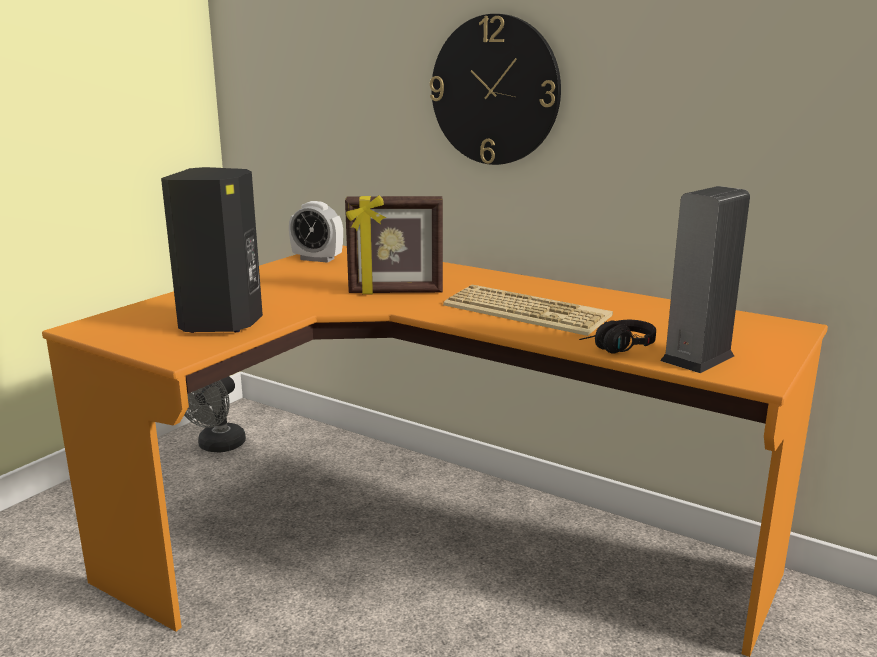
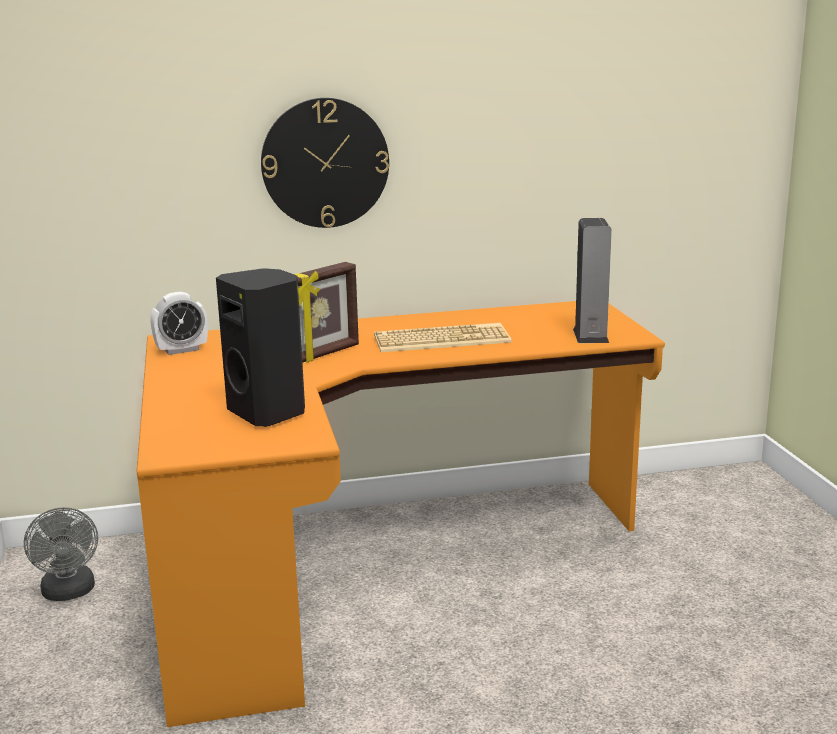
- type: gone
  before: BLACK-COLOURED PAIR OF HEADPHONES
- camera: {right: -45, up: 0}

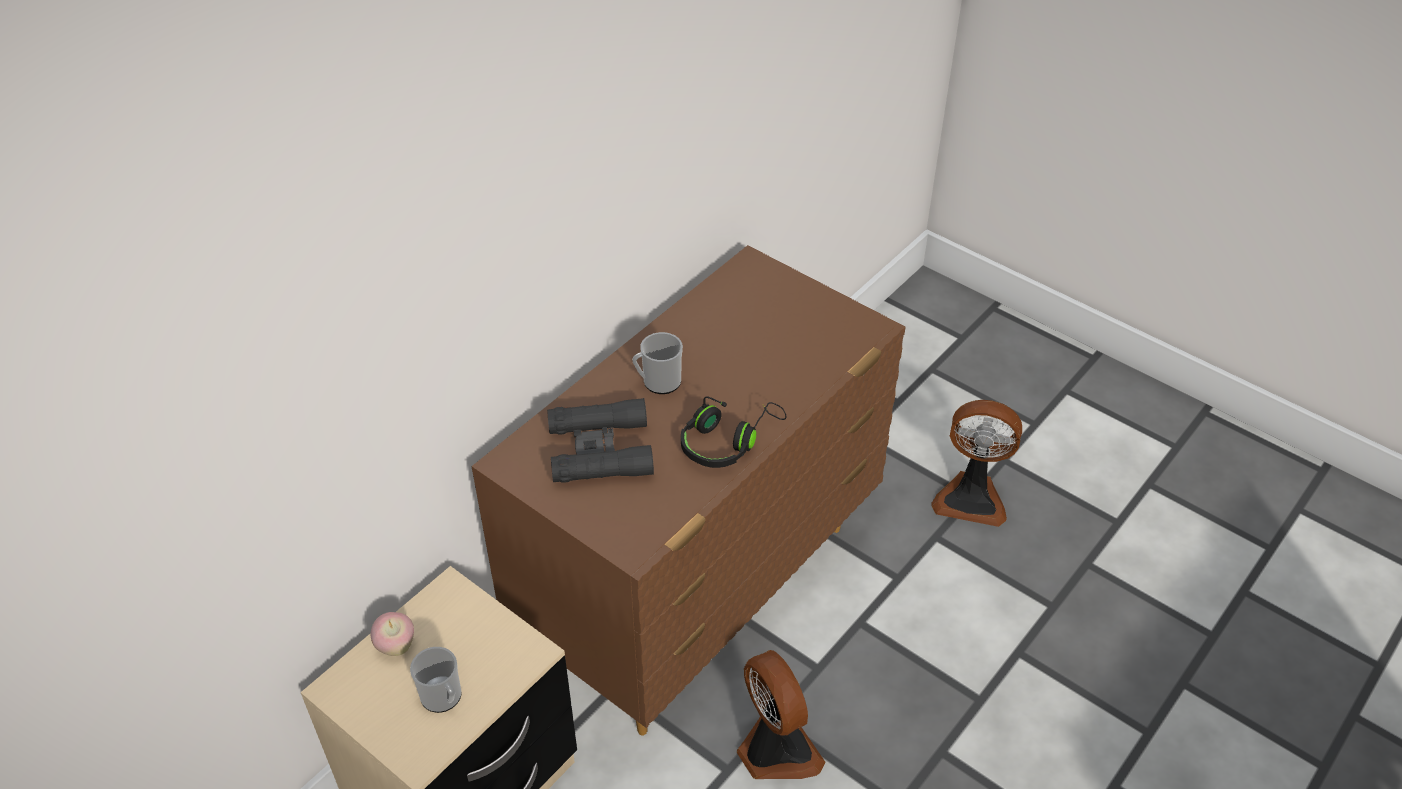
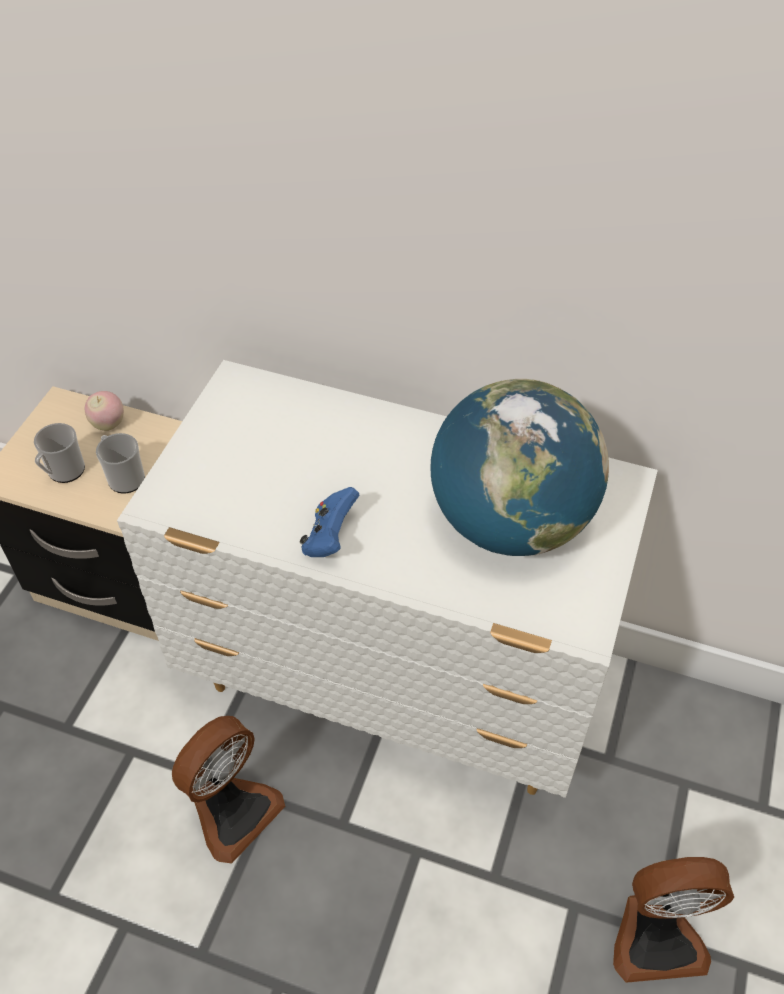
- type: repainted
  before: BROWNISH DRAWER CHEST
  after: WHITISH DRAWER CHEST
- type: gone
  before: BLACK-COLOURED FIELD GLASSES
- type: shifted
  before: COFFEE MUG (no. 2 from left)
- type: swapped
  before: BLACK-COLOURED PAIR OF HEADPHONES
  after: BLUISH GAME CONTROLLER
- type: rotated
  before: COOLING FAN (no. 2 from left)
  turn: -90
- type: new
  after: WORLD GLOBE
- camera: {right: 70, up: 5}

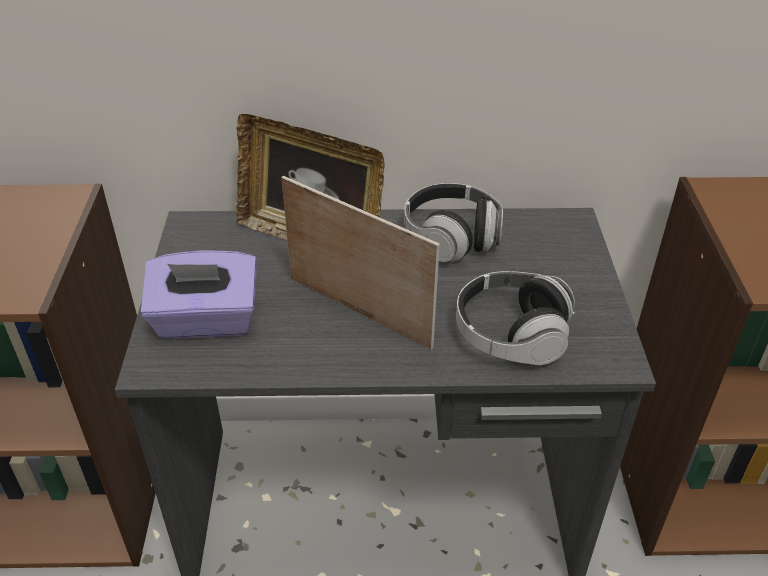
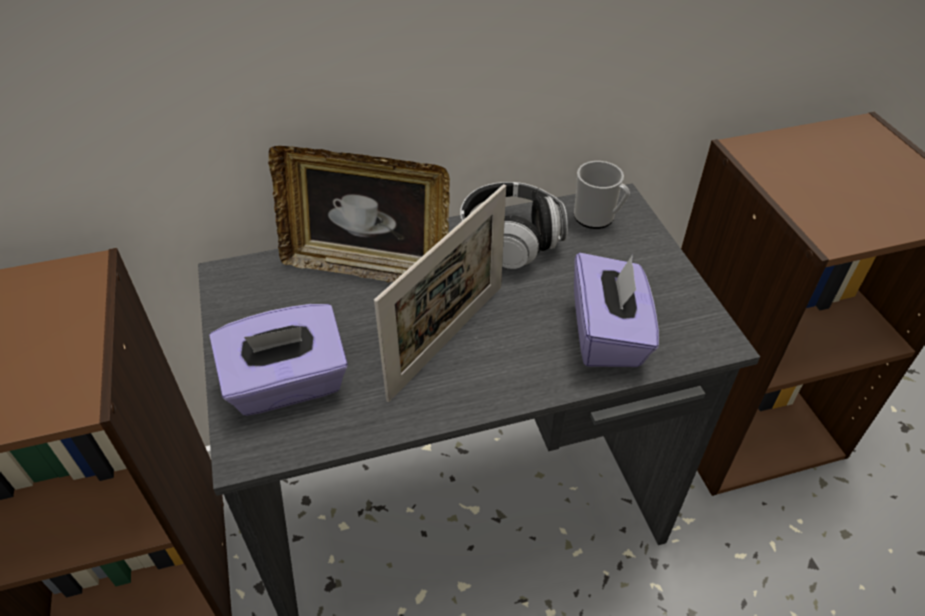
- type: rotated
  before: PICTURE FRAME (no. 2 from left)
  turn: 105
- type: swapped
  before: PAIR OF HEADPHONES (no. 2 from left)
  after: PURPLE-COLOURED TISSUE HOLDER (no. 2 from left)
- type: new
  after: COFFEE MUG
- camera: {right: -15, up: 5}

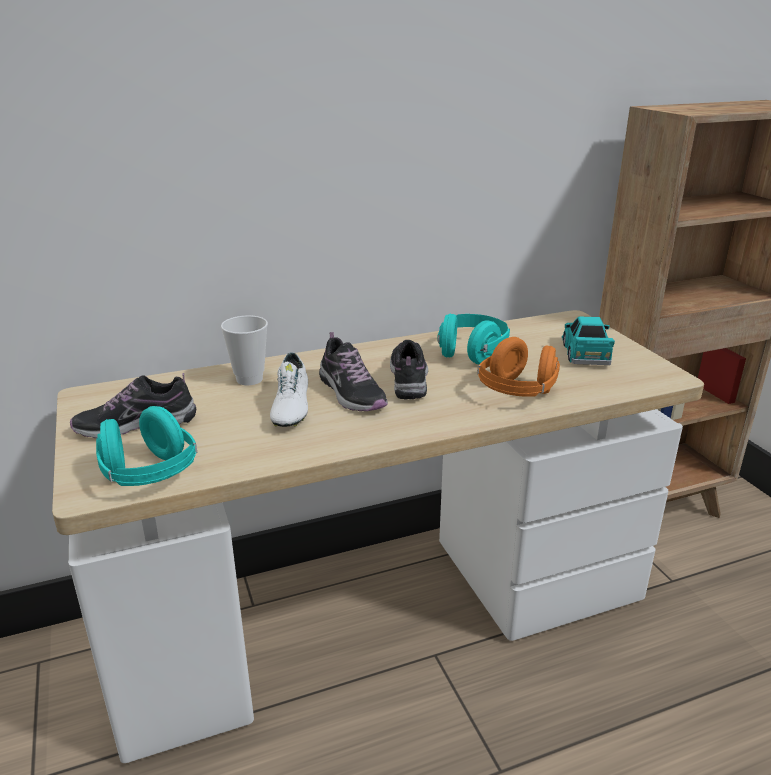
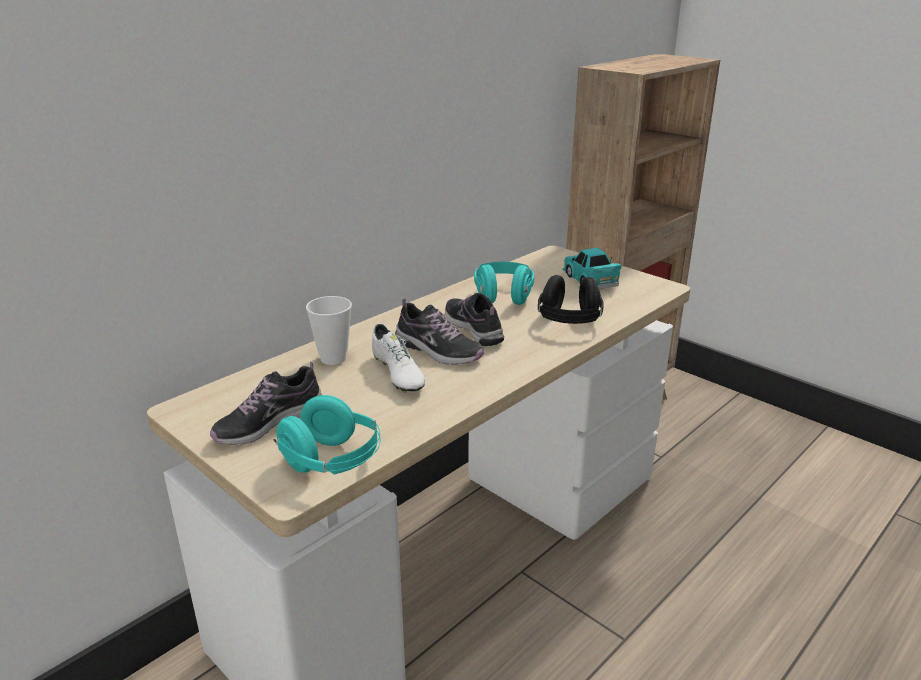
- type: repainted
  before: ORANGE PAIR OF HEADPHONES
  after: BLACK-COLOURED PAIR OF HEADPHONES
- camera: {right: -25, up: 0}

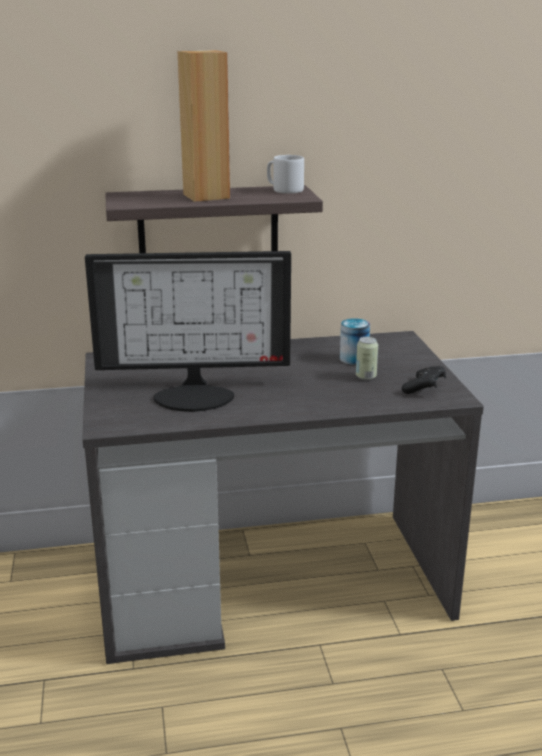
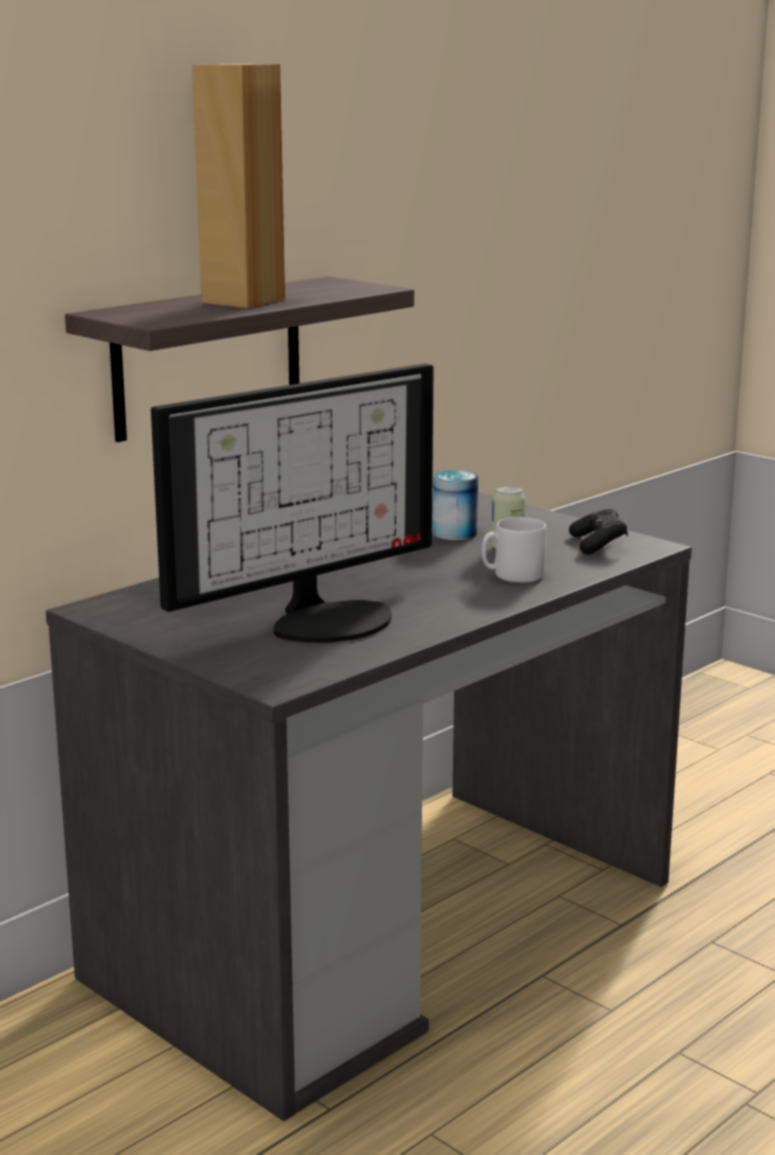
- type: shifted
  before: GREY COFFEE MUG
- camera: {right: -35, up: -5}

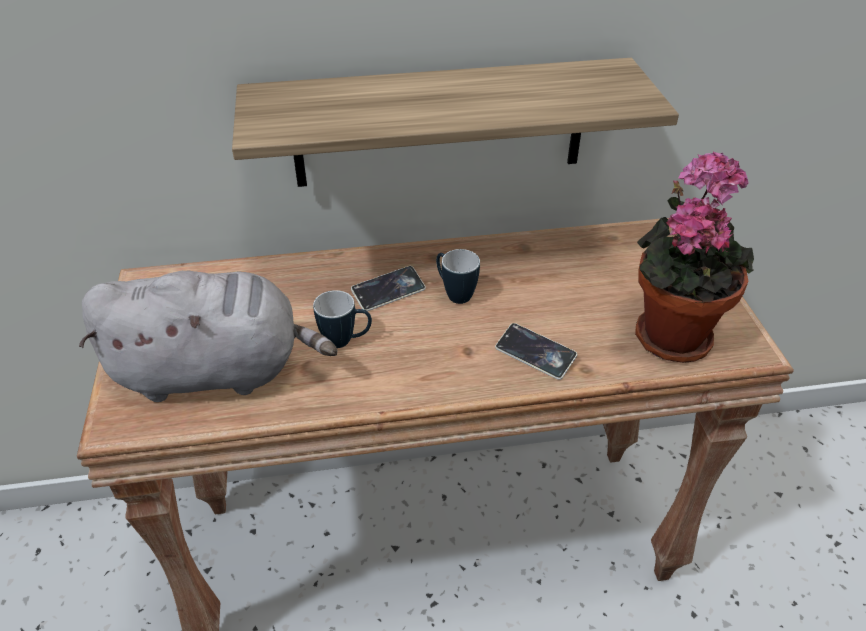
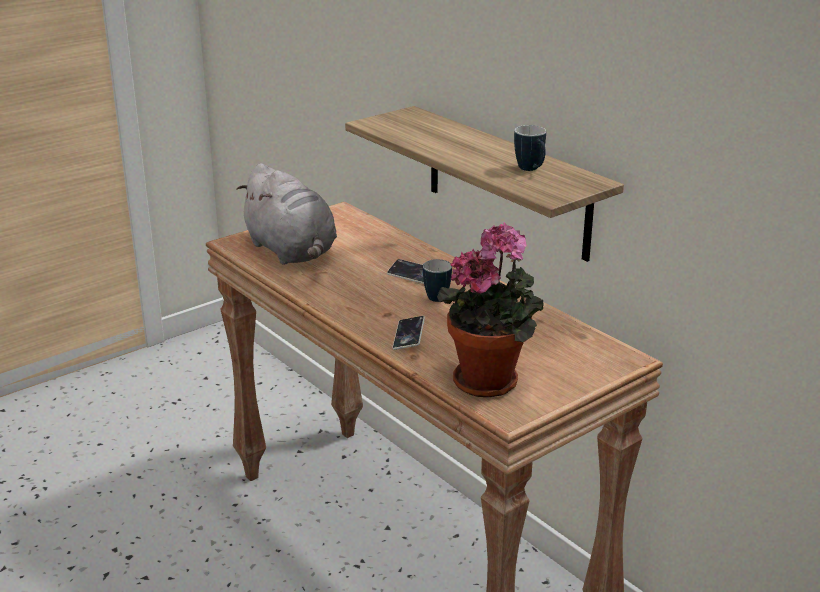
- type: shifted
  before: COFFEE MUG (no. 1 from left in the first image)
  after: COFFEE MUG (no. 2 from left)
- camera: {right: 60, up: -15}

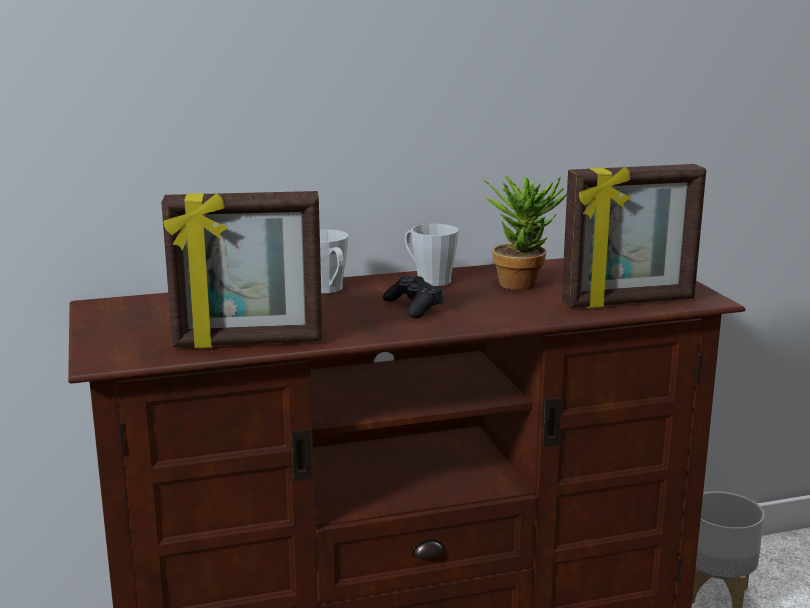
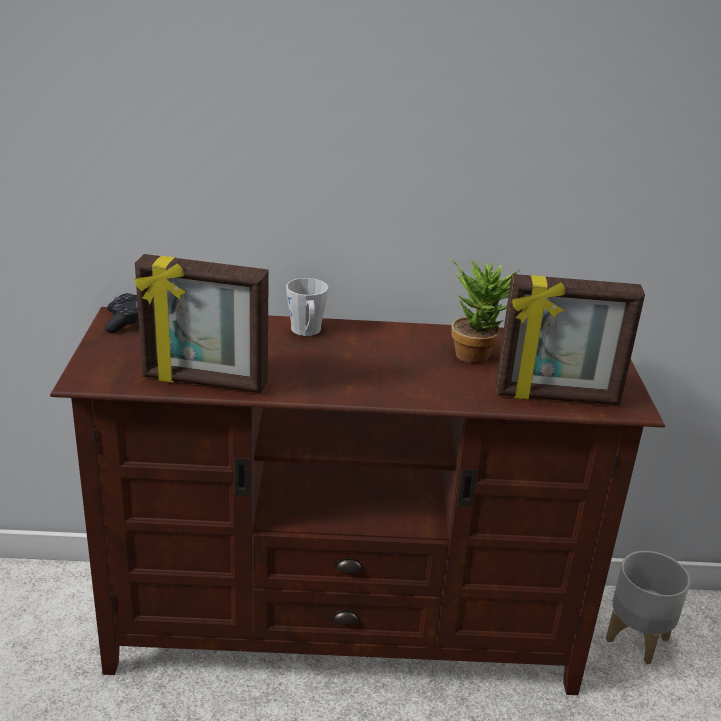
- type: shifted
  before: BLACK-COLOURED GAME CONTROLLER
- type: gone
  before: GREY COFFEE MUG (no. 2 from left)
- camera: {right: 15, up: 10}

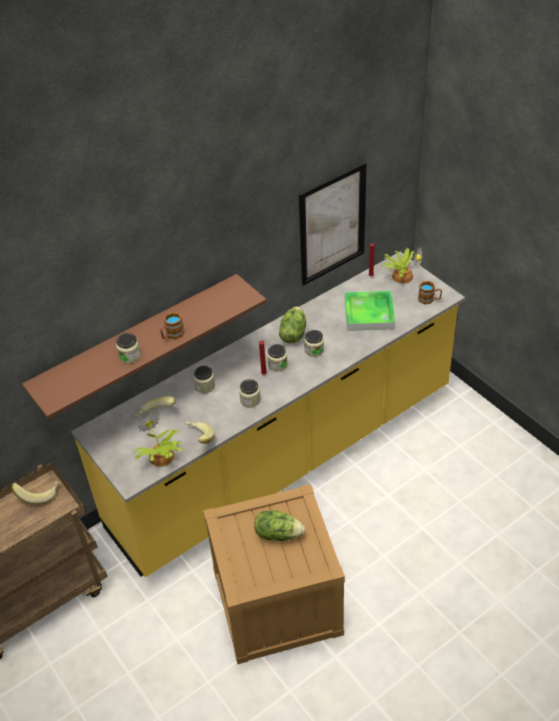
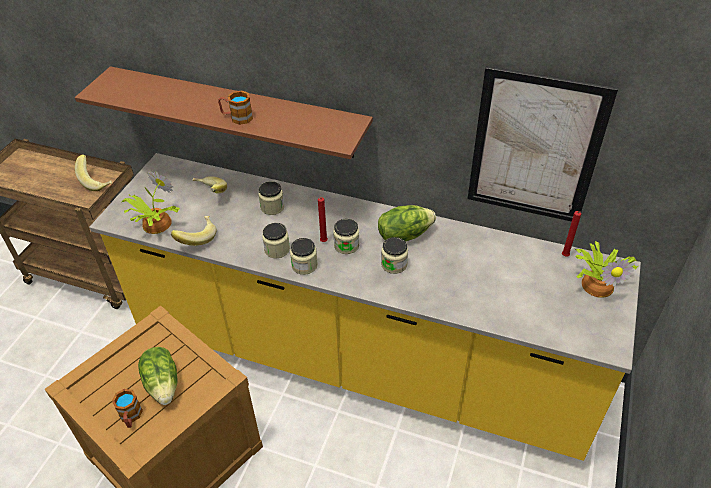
- type: shifted
  before: JAR (no. 1 from left in the first image)
  after: JAR (no. 3 from left)
- type: gone
  before: CARRYING TRAY
- type: shifted
  before: COFFEE MUG (no. 2 from left in the first image)
  after: COFFEE MUG (no. 1 from left)
- camera: {right: 55, up: 0}

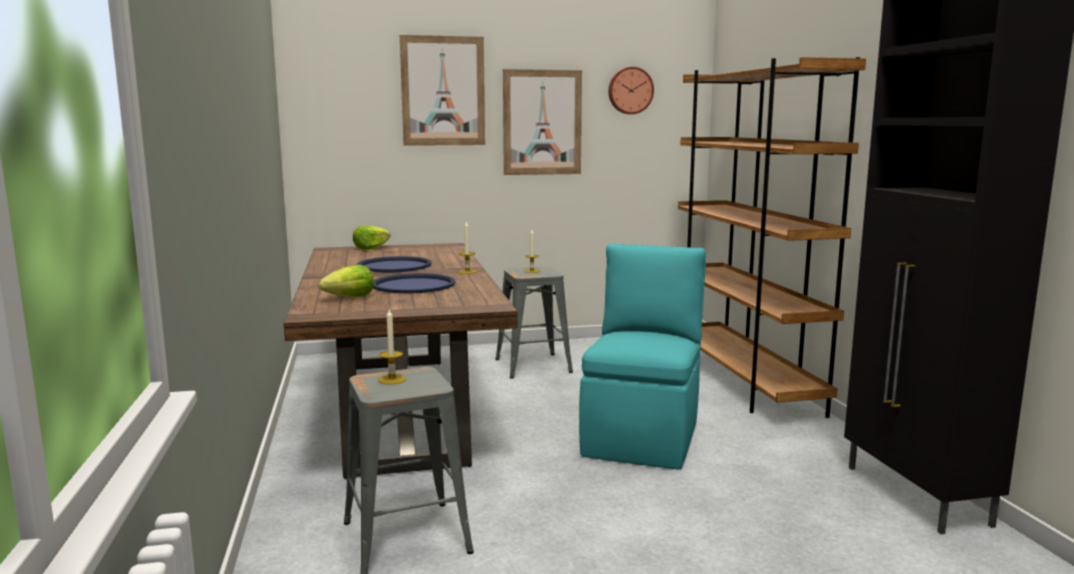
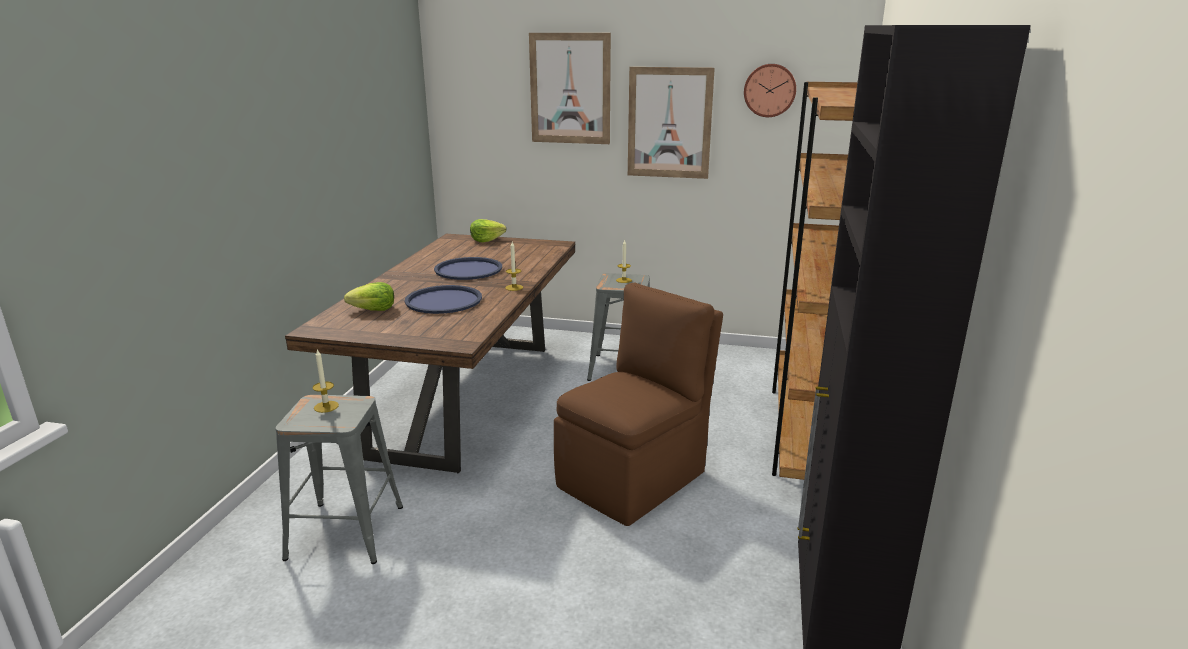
- type: repainted
  before: BLUE-GREEN PLAIN CHAIR
  after: BROWNISH PLAIN CHAIR
- camera: {right: 25, up: 10}

